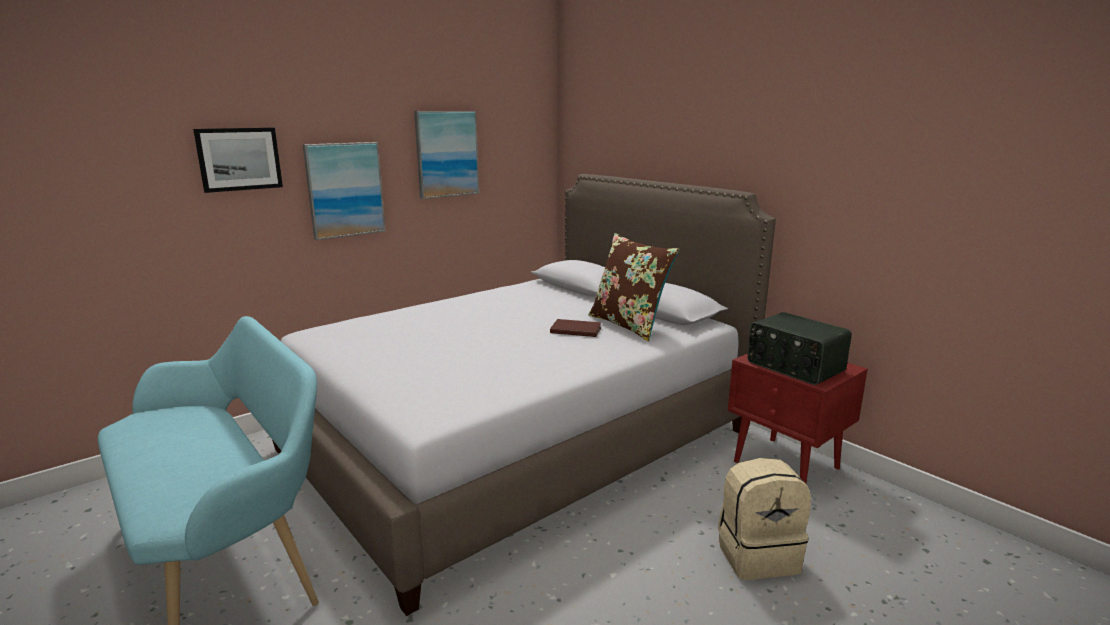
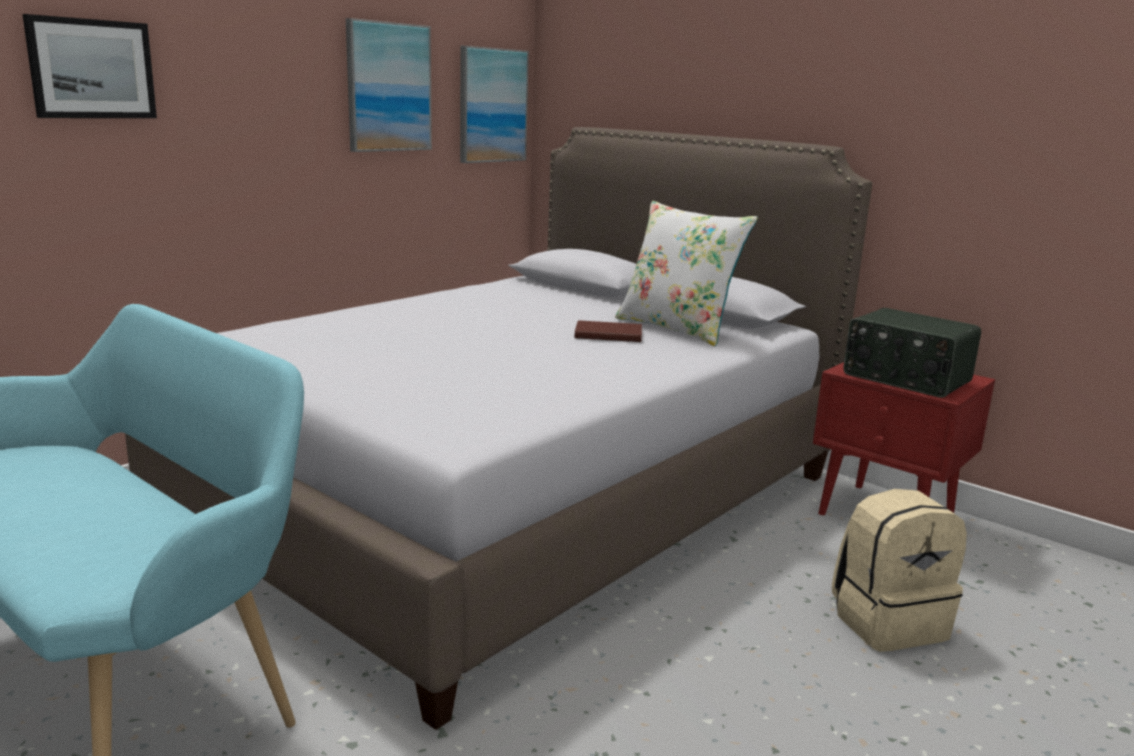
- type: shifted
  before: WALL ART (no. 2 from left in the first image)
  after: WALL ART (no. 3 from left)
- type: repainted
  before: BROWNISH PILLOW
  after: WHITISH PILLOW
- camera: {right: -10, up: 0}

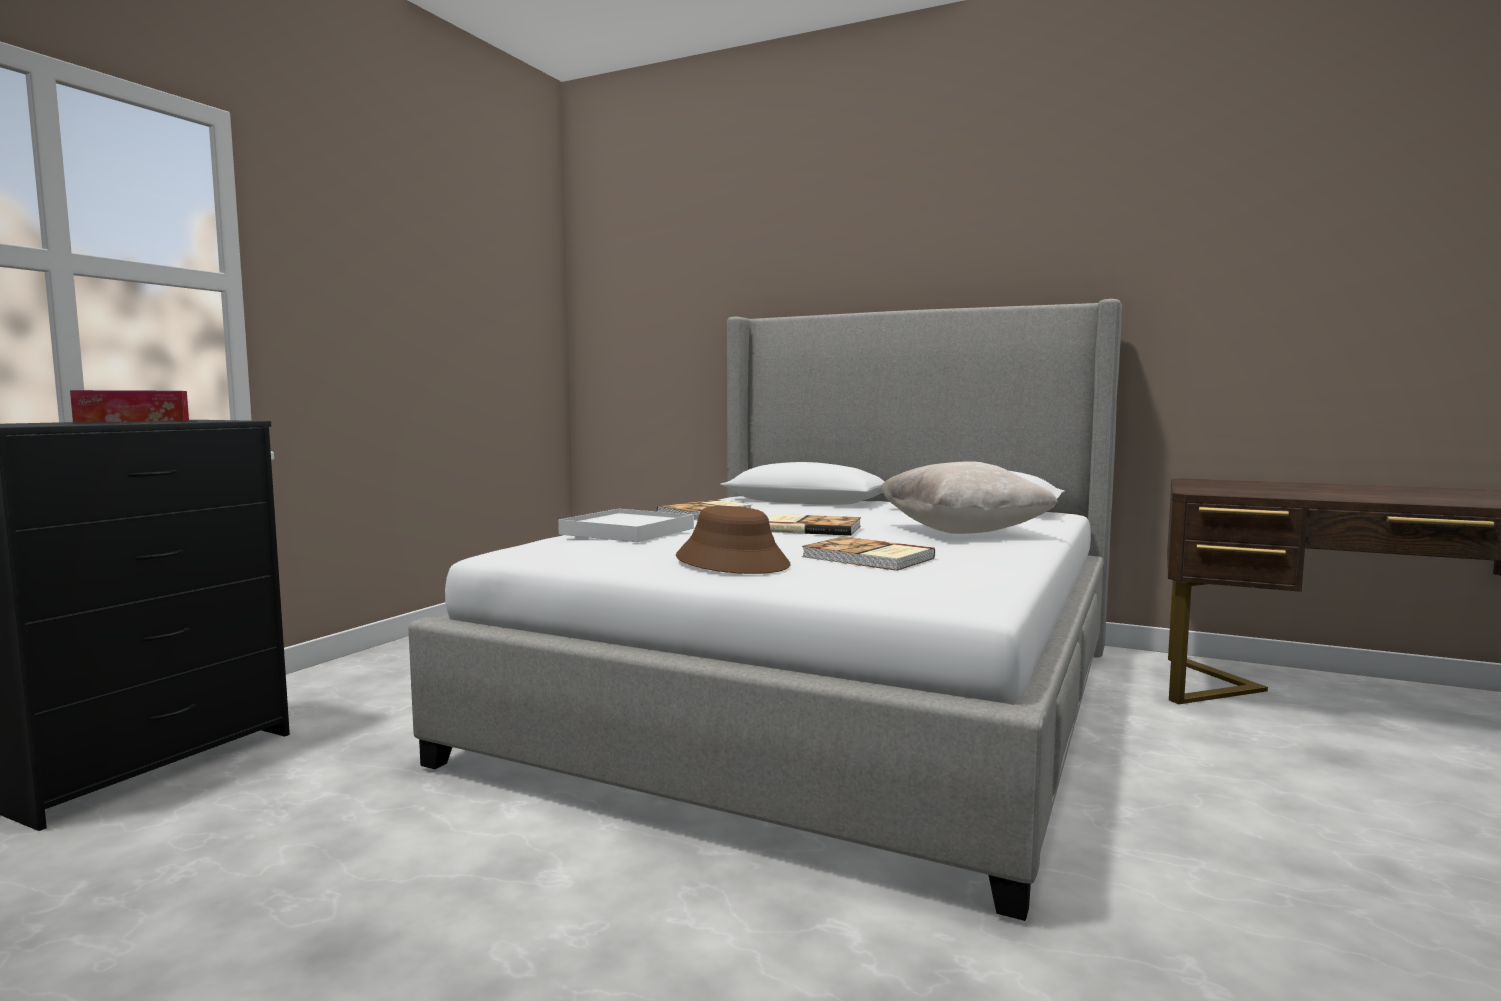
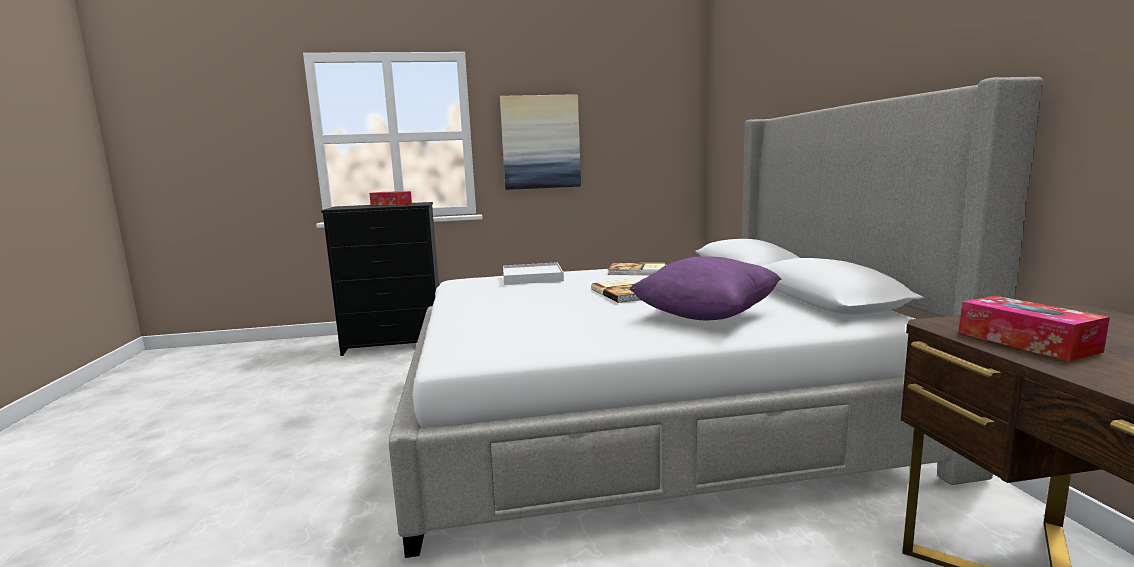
- type: gone
  before: BROWNISH CLOTHING HAT
- type: gone
  before: VOLUME (no. 3 from left)
- type: repainted
  before: BEIGE-COLOURED PILLOW
  after: PURPLE-COLOURED PILLOW
- type: new
  after: WALL ART
- type: new
  after: TISSUE HOLDER (no. 2 from left)
- camera: {right: 55, up: 5}

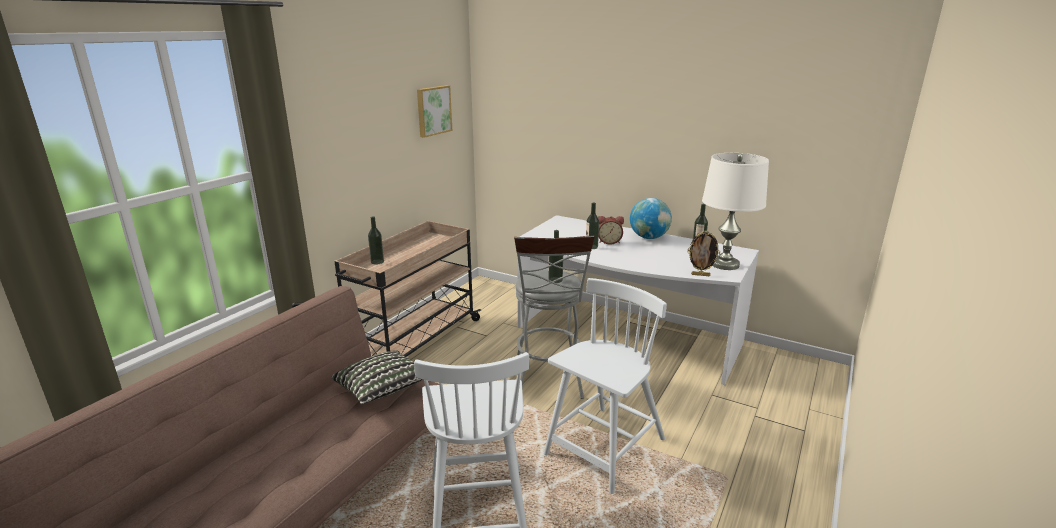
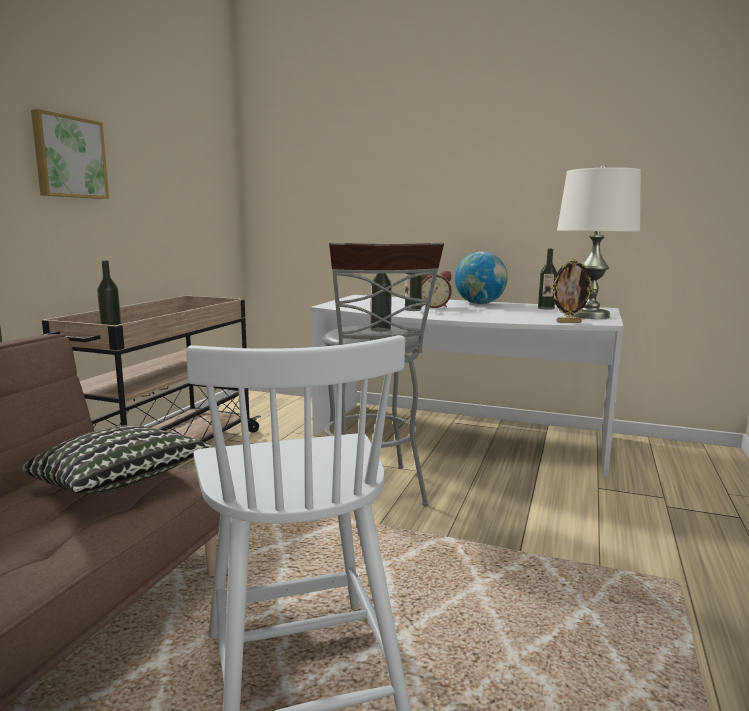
- type: shifted
  before: WALL ART
- type: gone
  before: WHITISH PLAIN CHAIR (no. 2 from left)
- camera: {right: -10, up: -10}

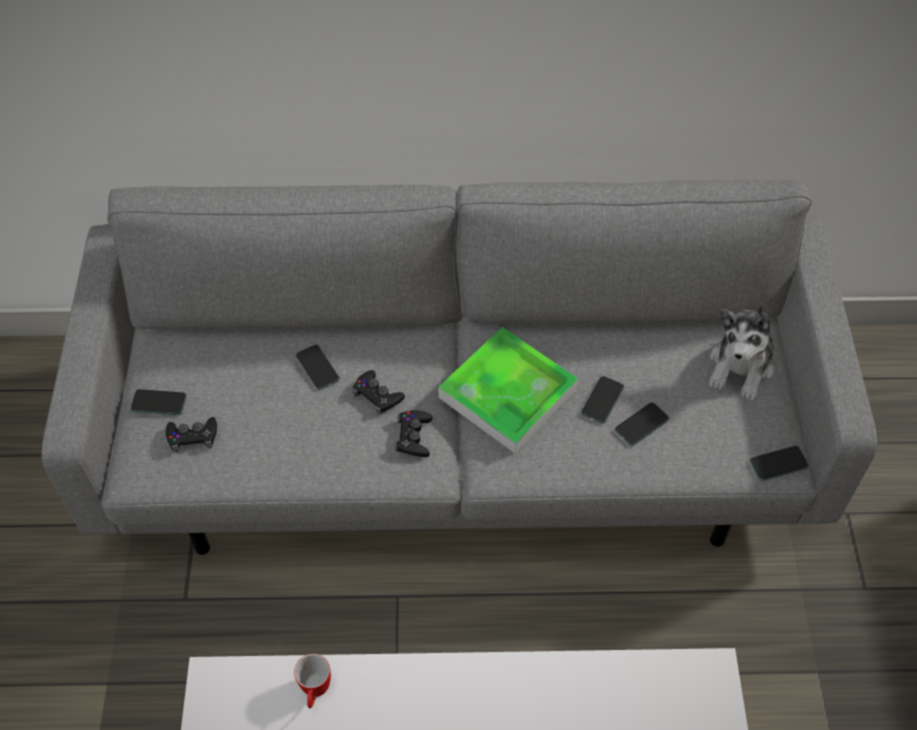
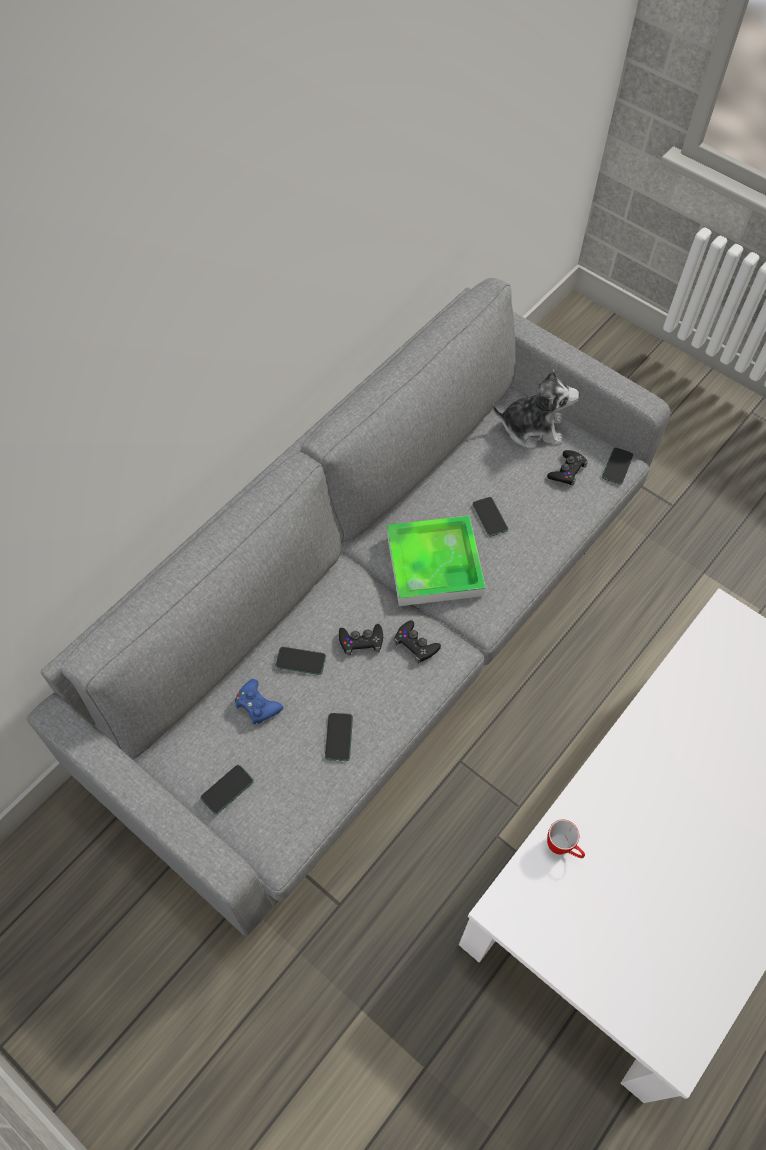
- type: shifted
  before: BLACK-COLOURED GAME CONTROLLER (no. 1 from left in the first image)
  after: BLACK-COLOURED GAME CONTROLLER (no. 3 from left)
- type: shifted
  before: TELEPHONE (no. 4 from left in the first image)
  after: TELEPHONE (no. 3 from left)
- type: rotated
  before: SOFT TOY
  turn: -60
- type: new
  after: BLUISH GAME CONTROLLER
- camera: {right: -50, up: 5}

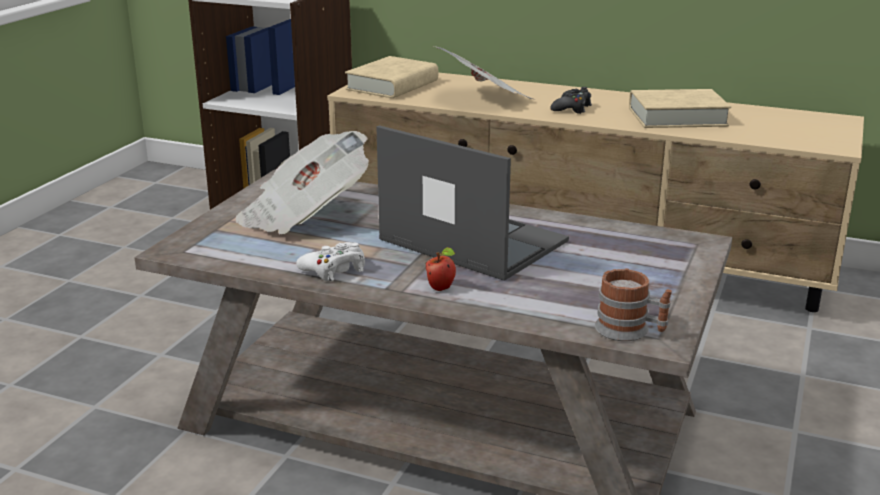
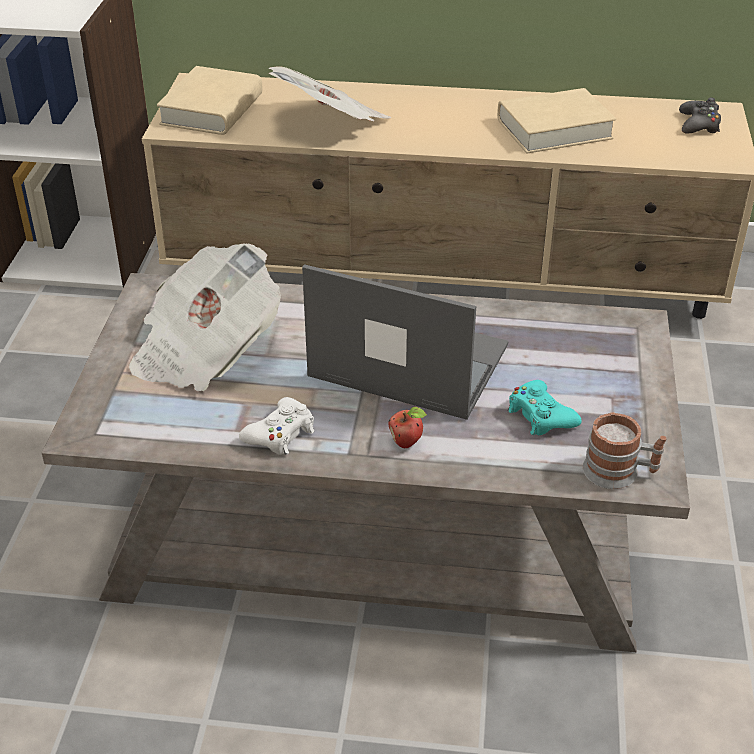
- type: shifted
  before: BLACK-COLOURED GAME CONTROLLER
- type: new
  after: BLUE-GREEN GAME CONTROLLER
- camera: {right: -15, up: 15}

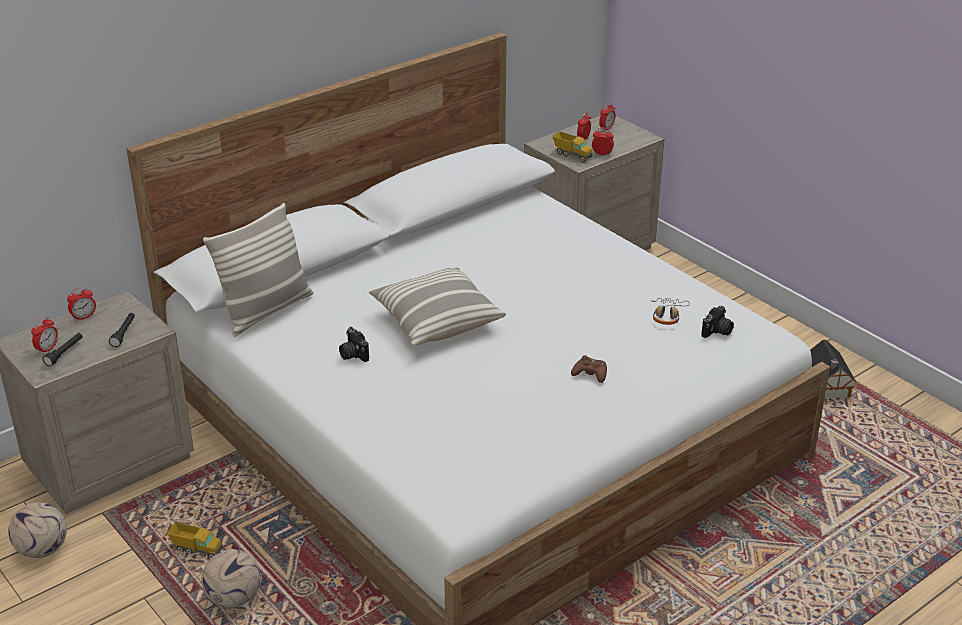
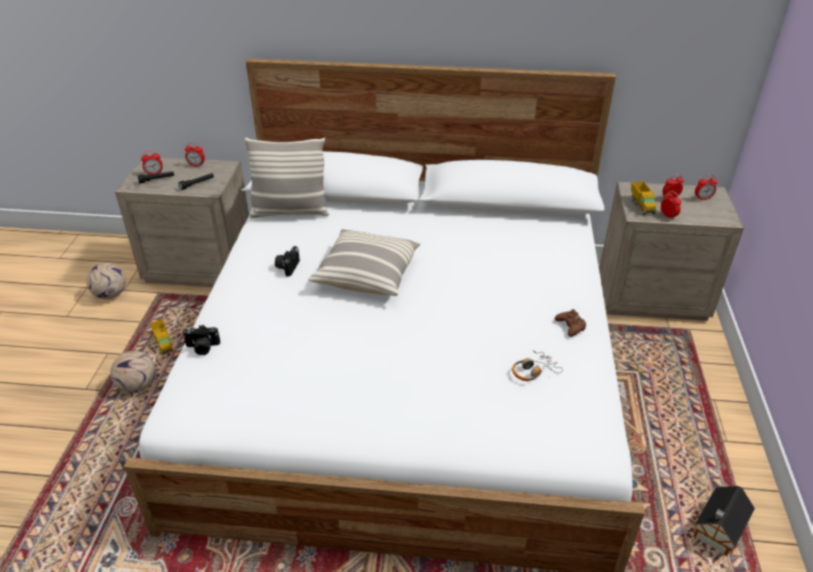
- type: shifted
  before: BROWNISH GAME CONTROLLER
- type: shifted
  before: PHOTO CAMERA (no. 2 from left in the first image)
  after: PHOTO CAMERA (no. 1 from left)
- camera: {right: 45, up: 5}

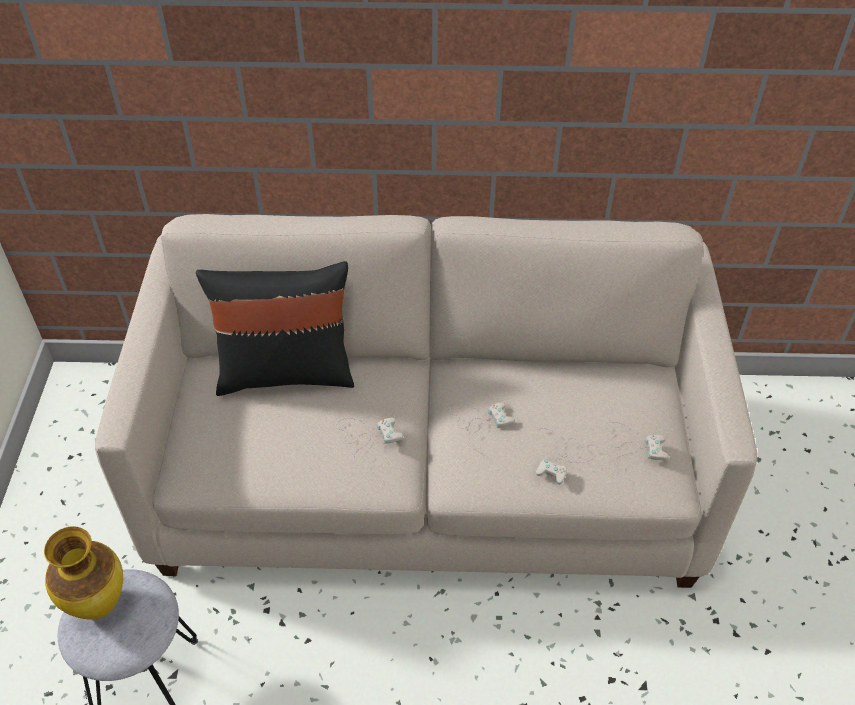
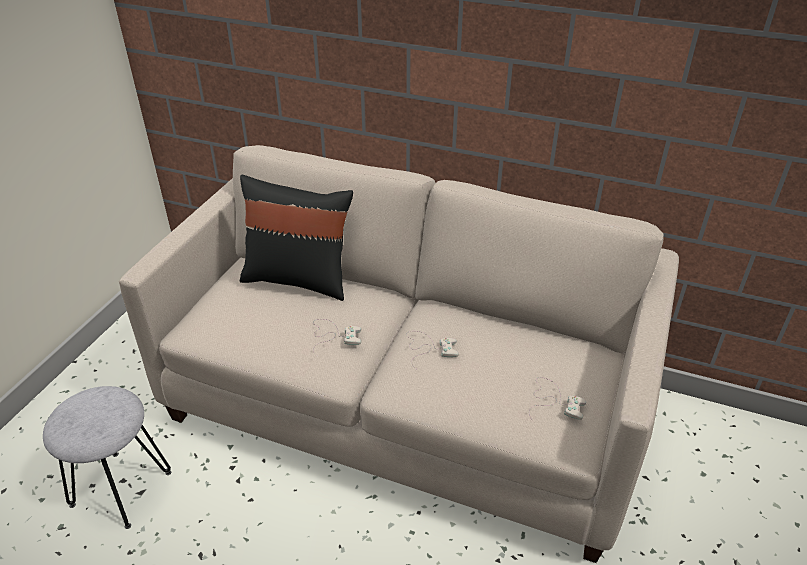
- type: gone
  before: VASE
- type: gone
  before: WHITISH GAME CONTROLLER (no. 3 from left)
- camera: {right: 20, up: -10}

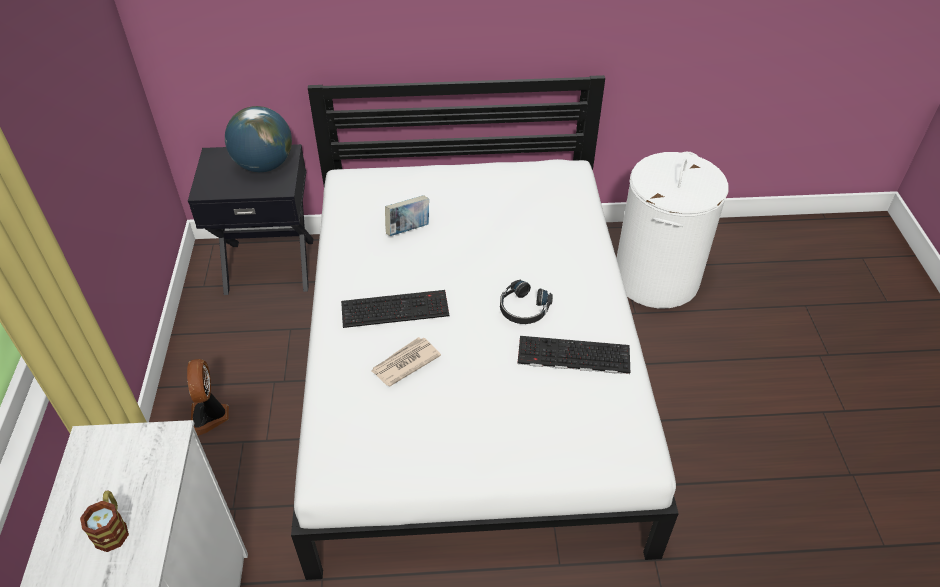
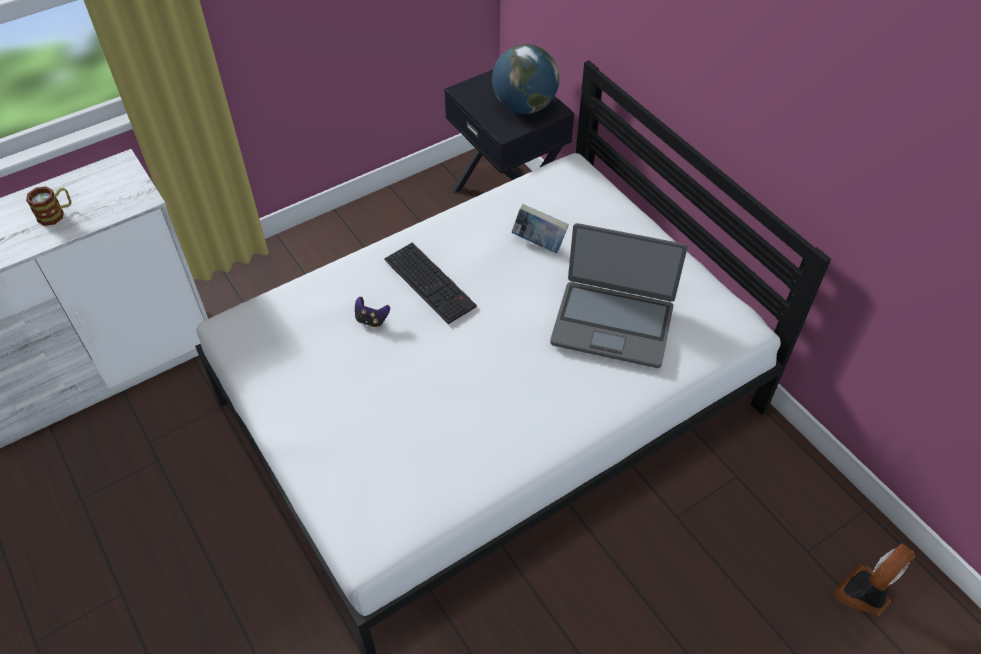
- type: shifted
  before: COOLING FAN
- type: swapped
  before: DAILY PAPER
  after: GAME CONTROLLER
- type: gone
  before: BLACK-COLOURED PAIR OF HEADPHONES
- type: gone
  before: KEYBOARD (no. 2 from left)
- type: gone
  before: WHITISH WASHING BASKET
- type: new
  after: NOTEBOOK COMPUTER
- camera: {right: 60, up: 5}

